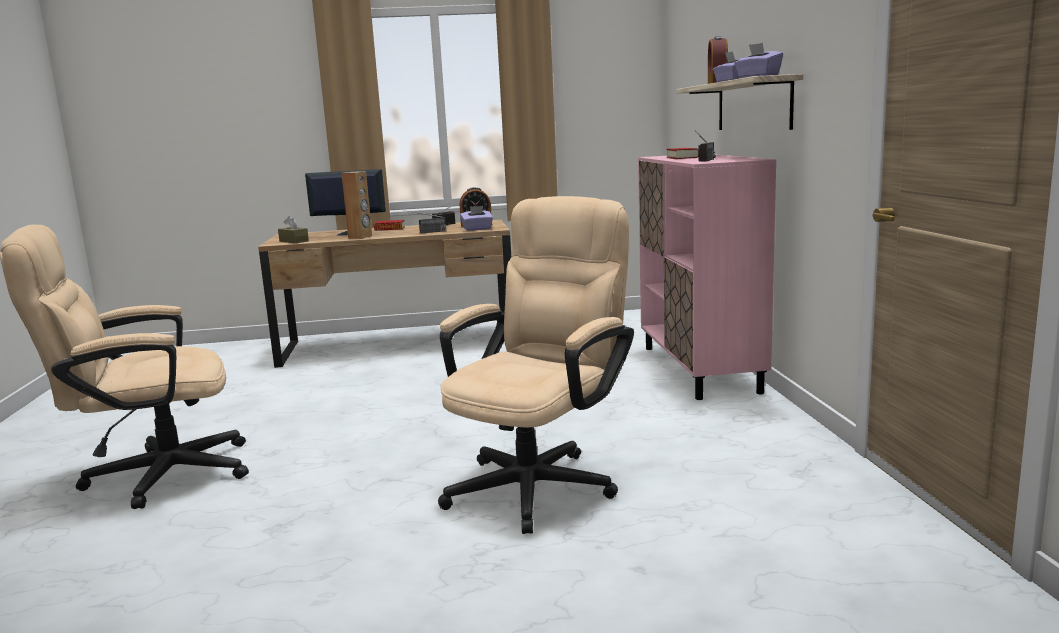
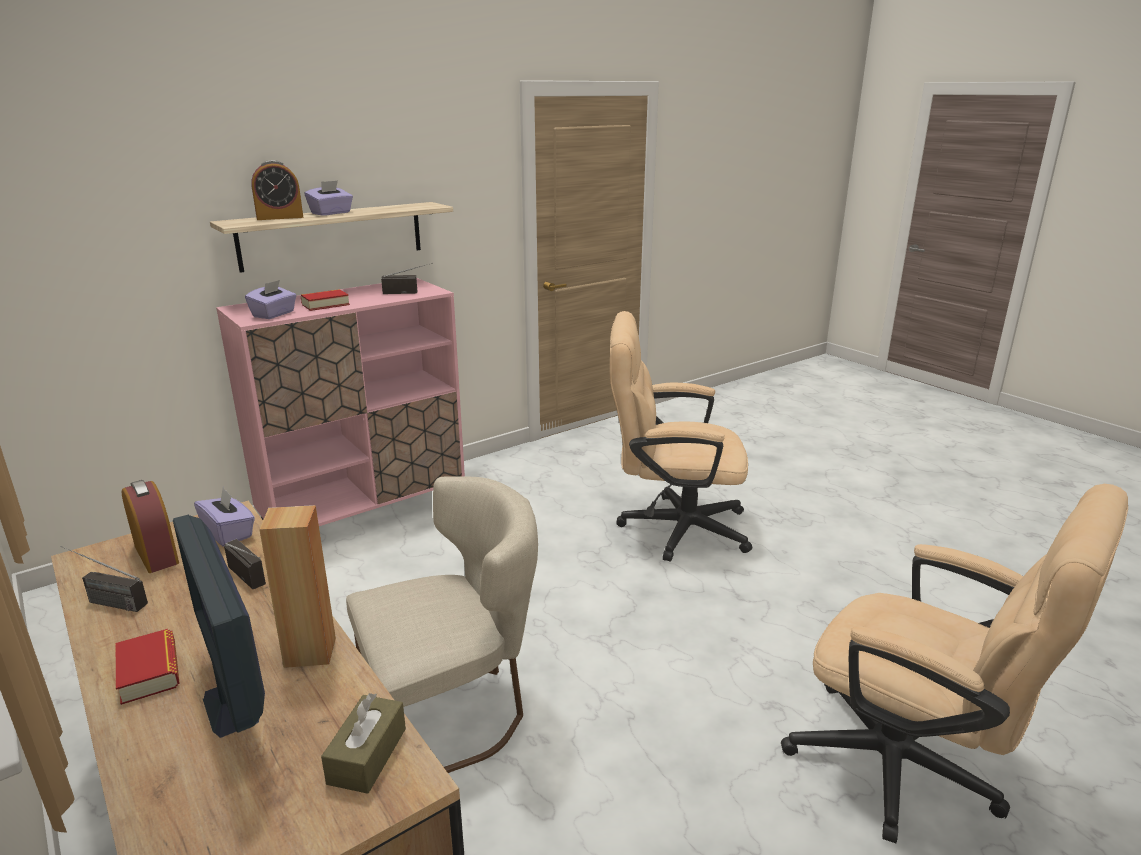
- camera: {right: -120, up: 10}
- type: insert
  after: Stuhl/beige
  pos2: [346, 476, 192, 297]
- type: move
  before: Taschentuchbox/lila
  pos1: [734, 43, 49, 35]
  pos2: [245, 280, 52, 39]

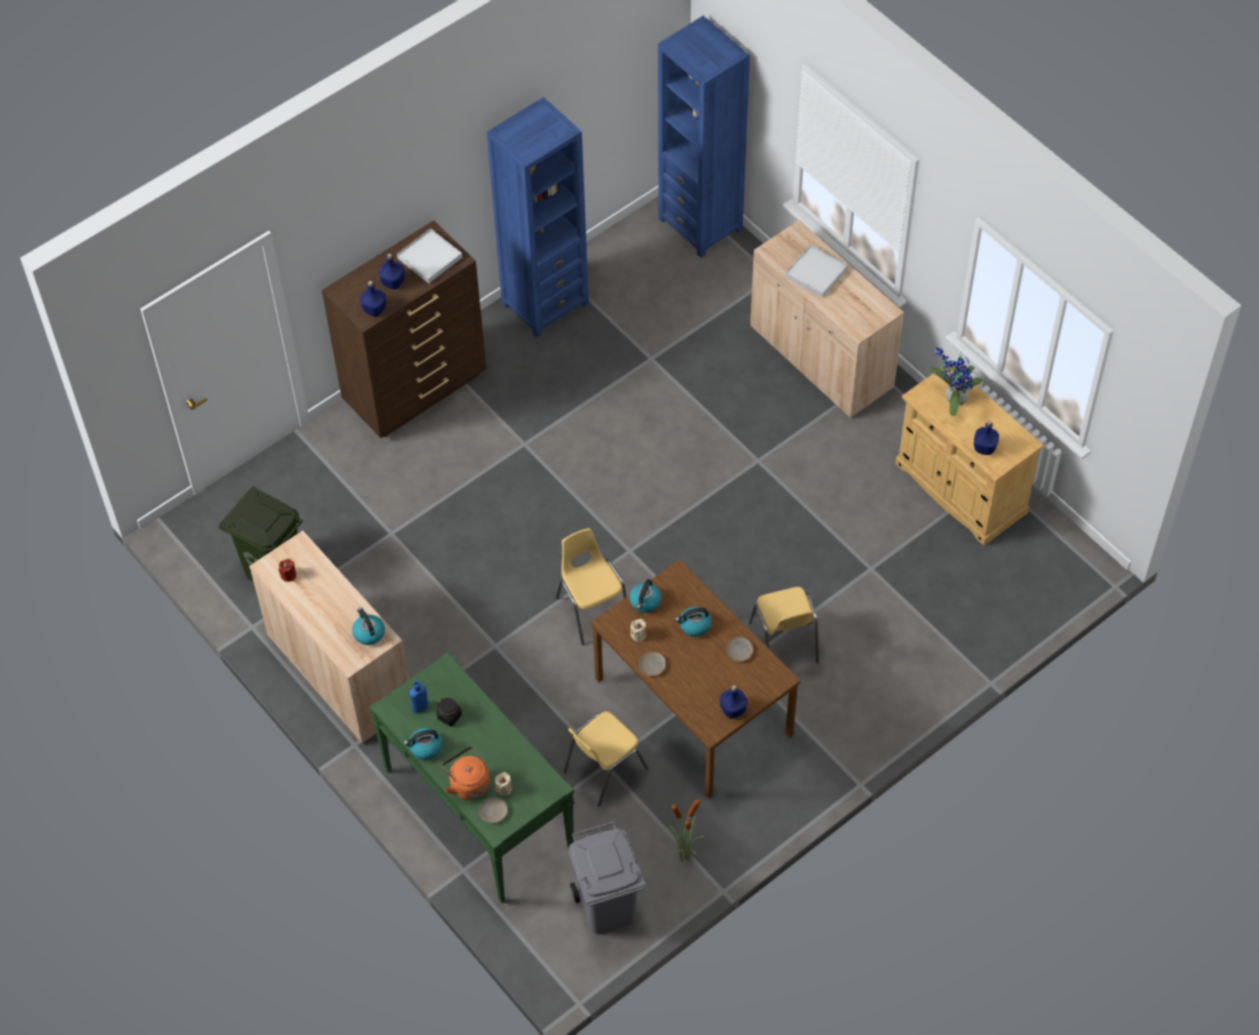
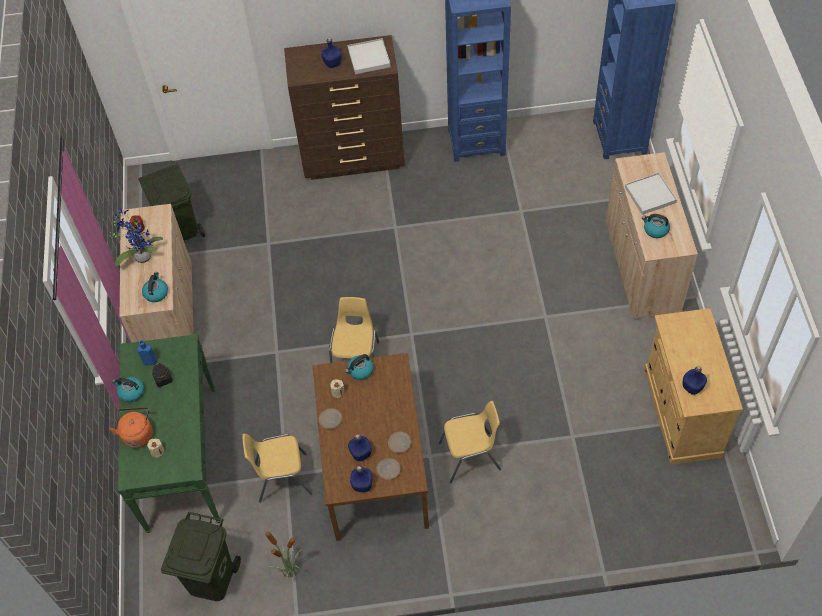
- camera: {right: 35, up: 0}
- type: move
  before: Flasche/blau
  pos1: [360, 281, 26, 35]
  pos2: [348, 434, 24, 27]
- type: move
  before: Teller/beige
  pos1: [479, 797, 29, 26]
  pos2: [376, 458, 25, 22]
- type: move
  before: Wasserkessel
  pos1: [675, 607, 37, 30]
  pos2: [642, 214, 28, 24]
- type: move
  before: Topfpflanze
  pos1: [928, 347, 55, 69]
  pos2: [110, 207, 53, 59]
- type: recolor
  before: Mülleimer/grau
  after: Mülleimer/grün
  pos1: [568, 821, 78, 114]
  pos2: [161, 512, 80, 89]
- type: rotate
  before: Stuhl/gelb
  pos1: [749, 587, 70, 76]
  pos2: [439, 401, 62, 82]
  turn: -120

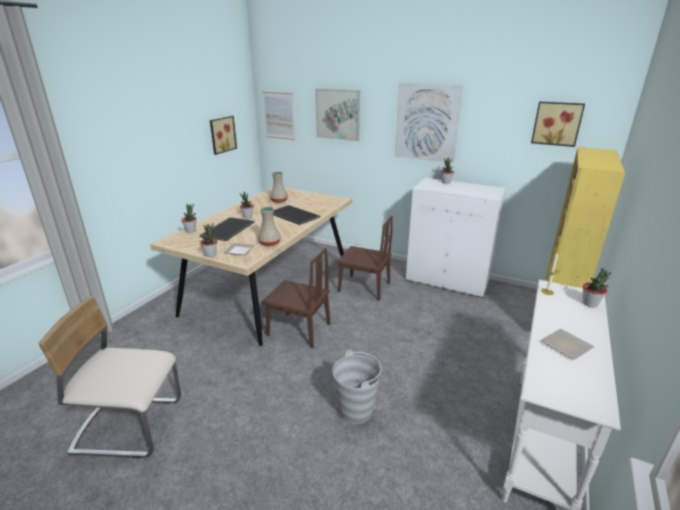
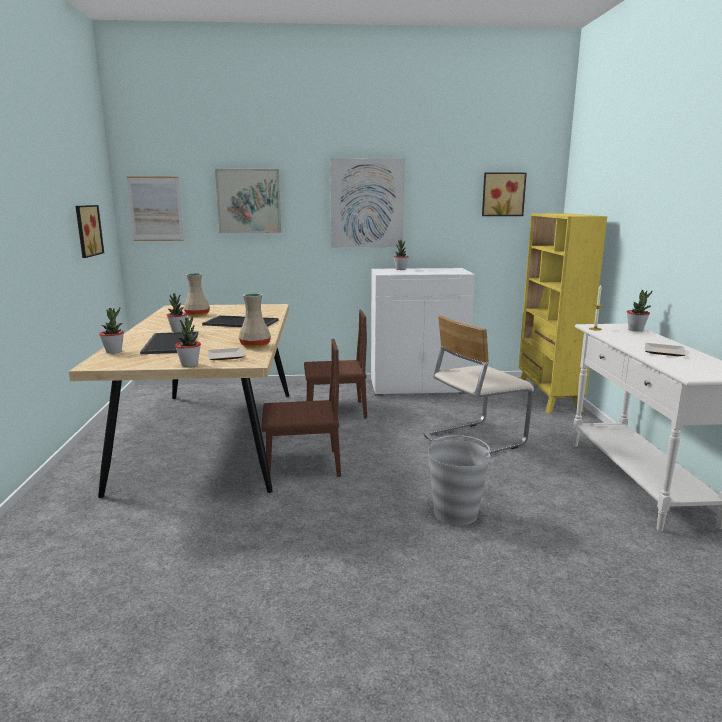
- camera: {right: -30, up: -10}
- type: move
  before: Stuhl/beige
  pos1: [38, 297, 143, 161]
  pos2: [424, 316, 110, 137]

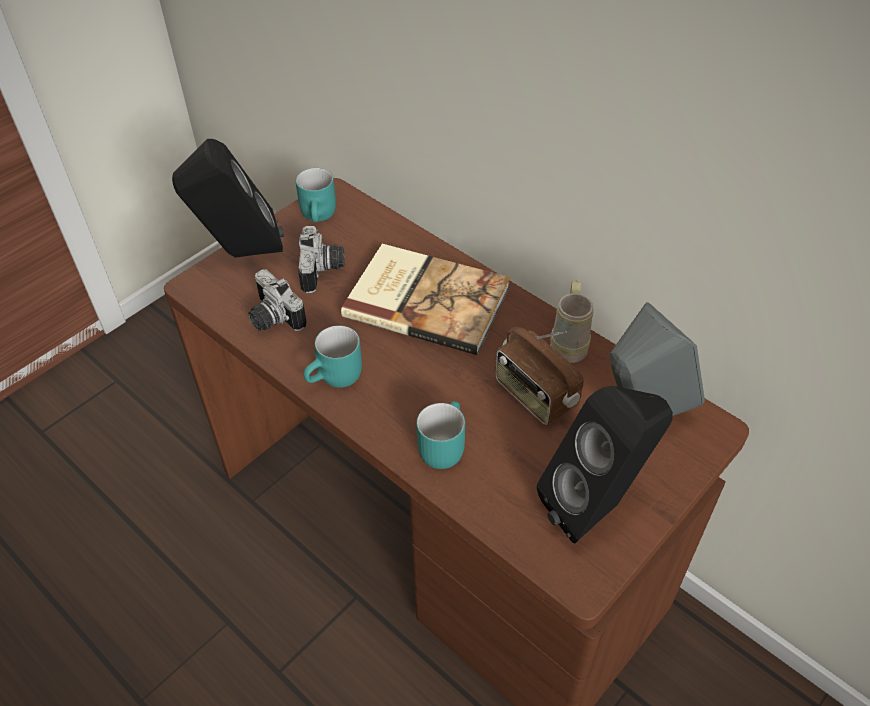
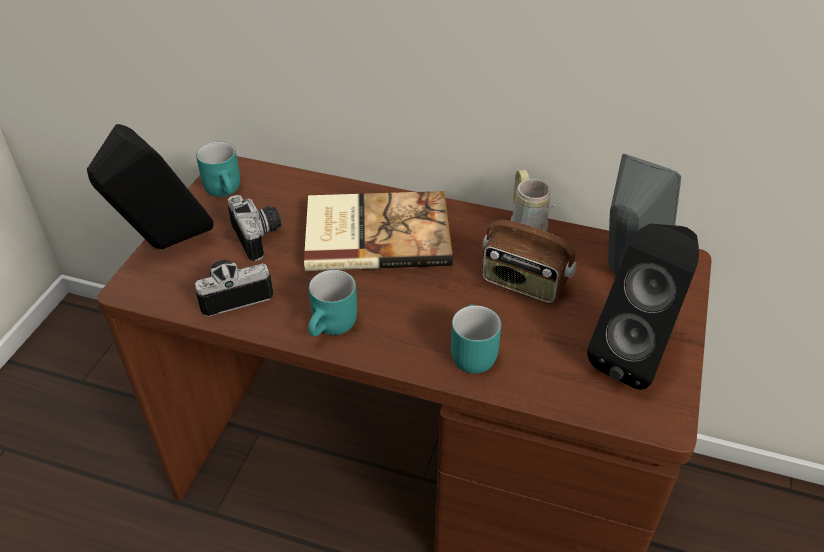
- camera: {right: -25, up: -5}
- type: rotate
  before: Kamera
  pos1: [248, 269, 59, 62]
  pos2: [195, 260, 79, 57]
  turn: 135

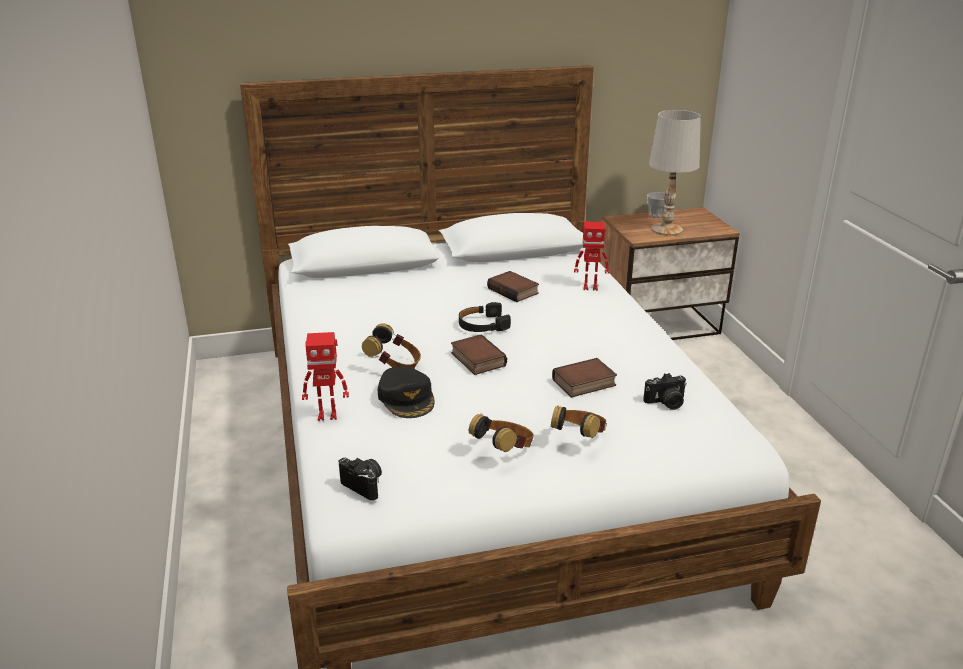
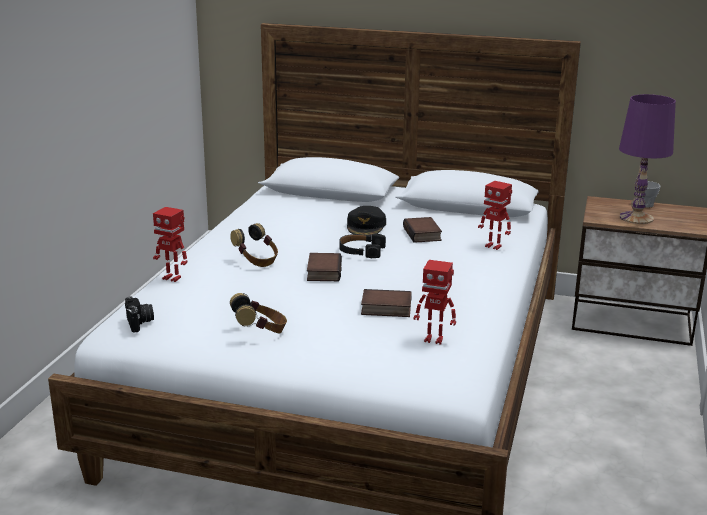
- camera: {right: 30, up: -5}
- type: delete
  before: Kopfhörer
  pos1: [551, 406, 56, 32]
- type: move
  before: Kappe/schwarz
  pos1: [378, 366, 56, 52]
  pos2: [347, 206, 39, 30]
- type: replace
  before: Kamera
  after: Spielzeugroboter
  pos1: [643, 373, 44, 37]
  pos2: [413, 260, 43, 85]
- type: recolor
  before: Tischlampe/weiß
  after: Tischlampe/lila
  pos1: [649, 110, 52, 126]
  pos2: [619, 94, 57, 130]

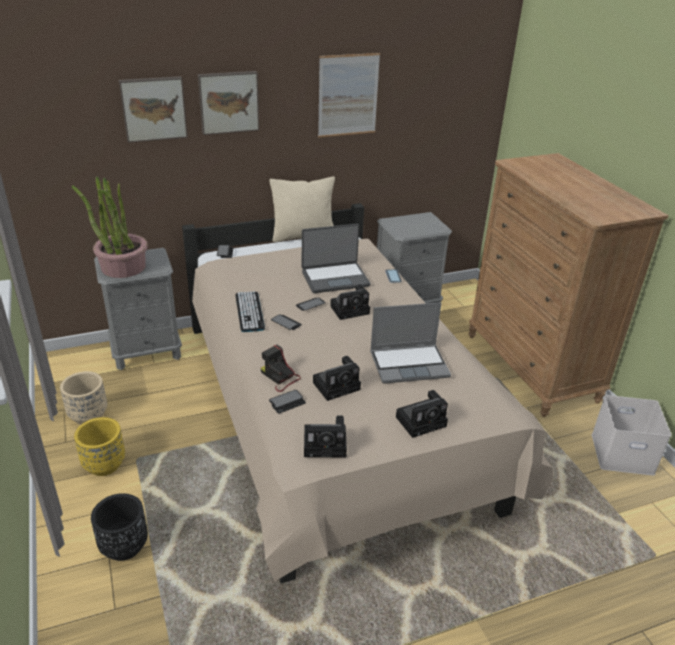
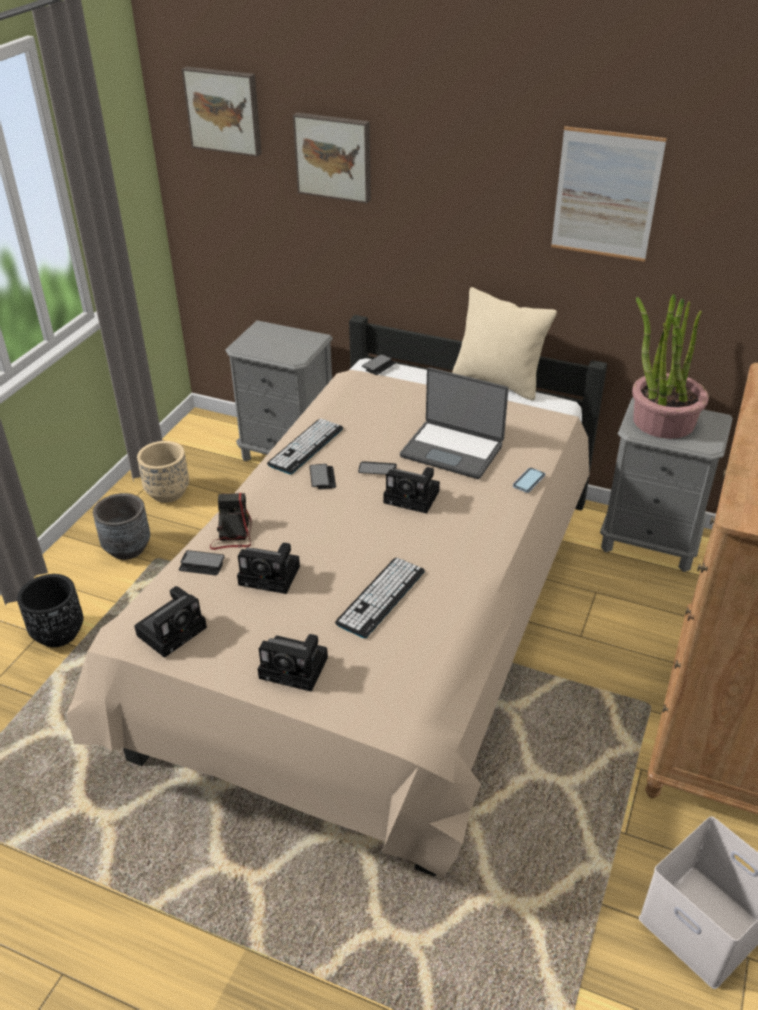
- camera: {right: 45, up: 5}
- type: move
  before: Topfpflanze
  pos1: [72, 177, 76, 101]
  pos2: [632, 294, 77, 145]
- type: move
  before: Bild
  pos1: [198, 71, 61, 64]
  pos2: [182, 66, 80, 91]
- type: replace
  before: Laptop
  after: Tastatur
  pos1: [370, 303, 81, 81]
  pos2: [335, 558, 90, 80]
- type: recolor
  before: Pflanzkübel/gelb
  after: Pflanzkübel/grau
  pos1: [74, 417, 51, 59]
  pos2: [93, 493, 57, 67]
- type: rotate
  before: Kamera
  pos1: [304, 415, 43, 42]
  pos2: [134, 586, 73, 72]
  turn: -90

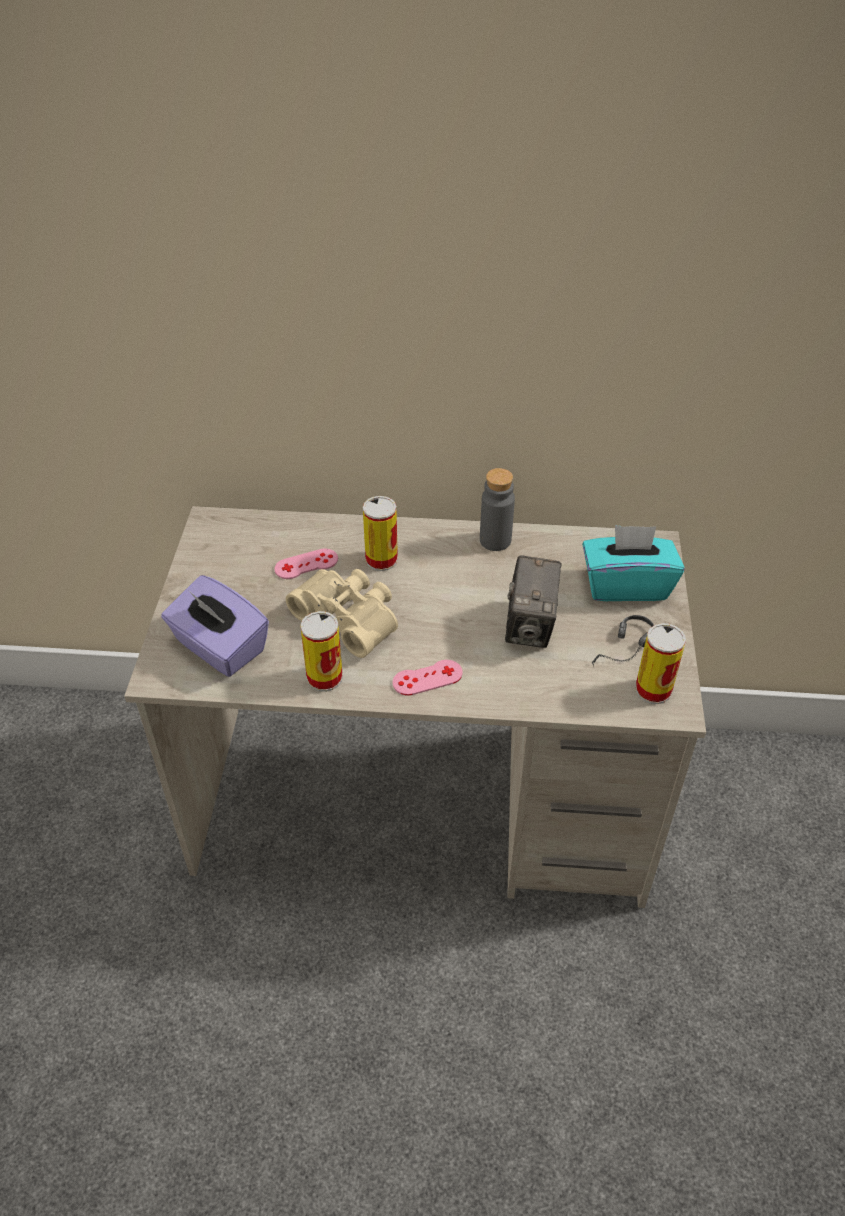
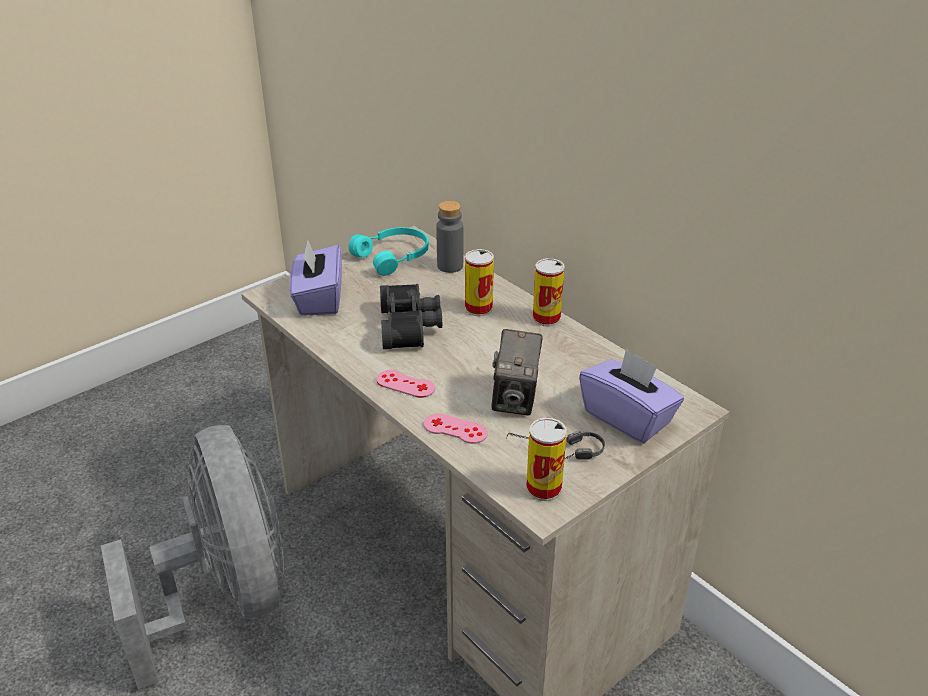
- camera: {right: 45, up: -10}
- type: insert
  after: Ventilator/grau
  pos2: [101, 425, 183, 265]
- type: insert
  after: Kopfhörer/türkis
  pos2: [349, 227, 80, 49]
- type: move
  before: Gamepad/rosa
  pos1: [274, 549, 64, 30]
  pos2: [424, 414, 64, 30]
- type: move
  before: Dose
  pos1: [300, 611, 43, 81]
  pos2: [533, 258, 31, 68]
- type: move
  before: Flasche/grau
  pos1: [480, 468, 35, 83]
  pos2: [436, 201, 27, 72]
- type: recolor
  before: Fernglas/beige
  after: Fernglas/schwarz
  pos1: [286, 569, 112, 89]
  pos2: [380, 284, 62, 65]
- type: recolor
  before: Taschentuchbox/türkis
  after: Taschentuchbox/lila
  pos1: [582, 525, 103, 76]
  pos2: [579, 349, 105, 94]
- type: rotate
  before: Kamera
  pos1: [505, 555, 57, 93]
  pos2: [491, 329, 52, 86]
  turn: -45

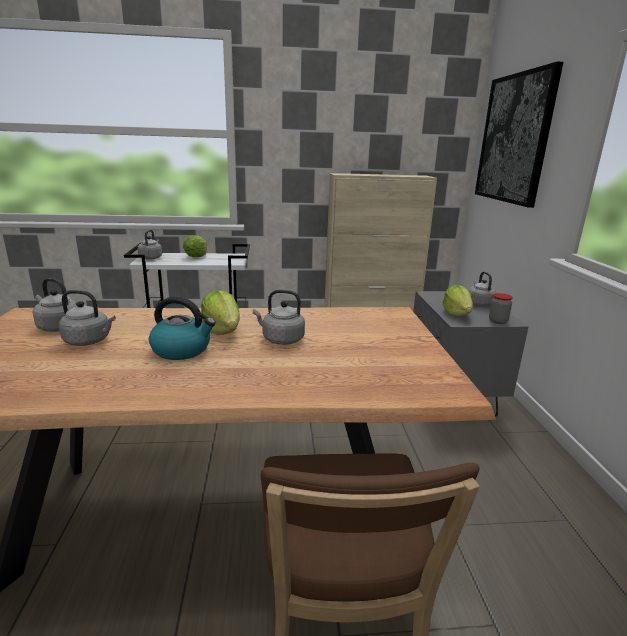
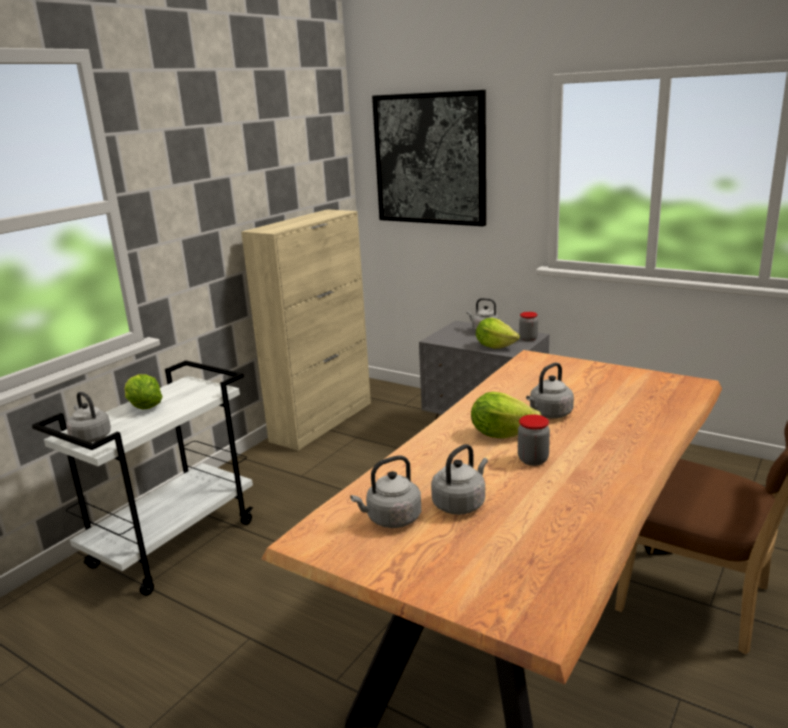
- camera: {right: -50, up: 0}
- type: replace
  before: Wasserkessel
  after: Vorratsglas
  pos1: [149, 297, 67, 63]
  pos2: [518, 414, 32, 52]

